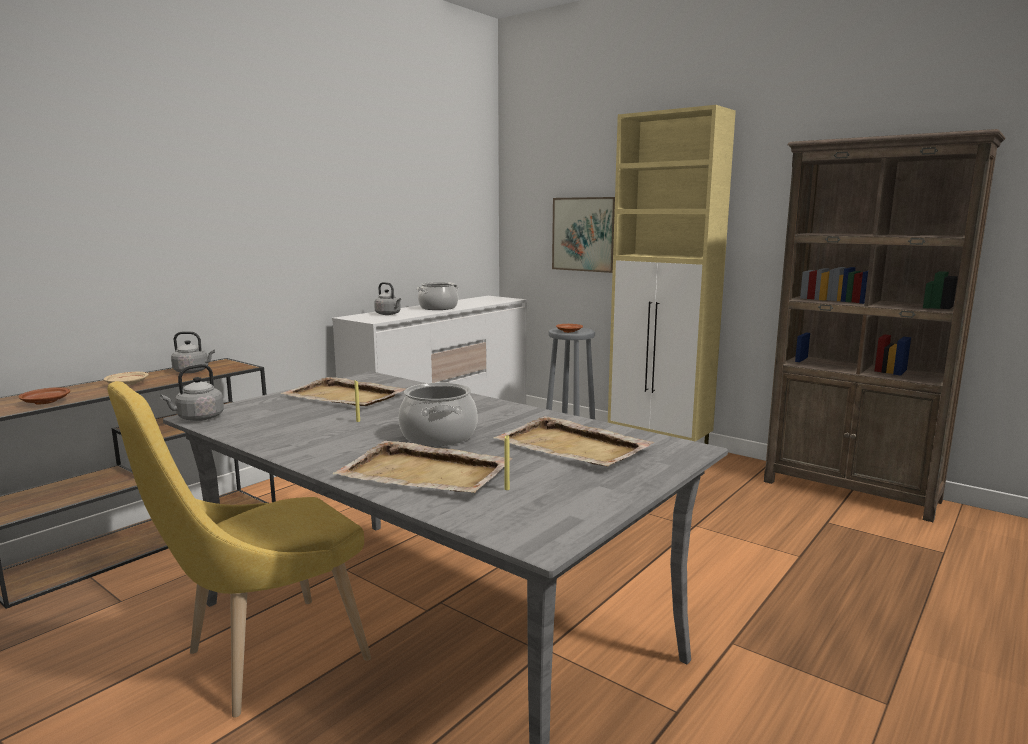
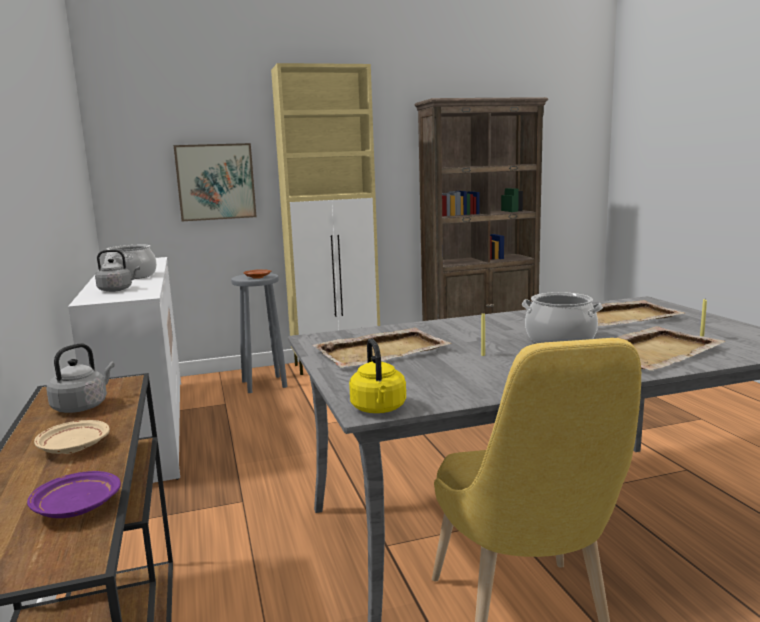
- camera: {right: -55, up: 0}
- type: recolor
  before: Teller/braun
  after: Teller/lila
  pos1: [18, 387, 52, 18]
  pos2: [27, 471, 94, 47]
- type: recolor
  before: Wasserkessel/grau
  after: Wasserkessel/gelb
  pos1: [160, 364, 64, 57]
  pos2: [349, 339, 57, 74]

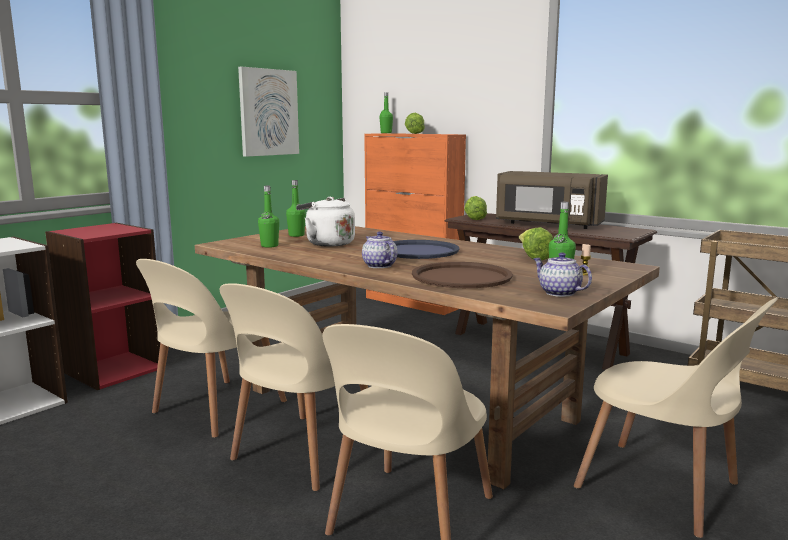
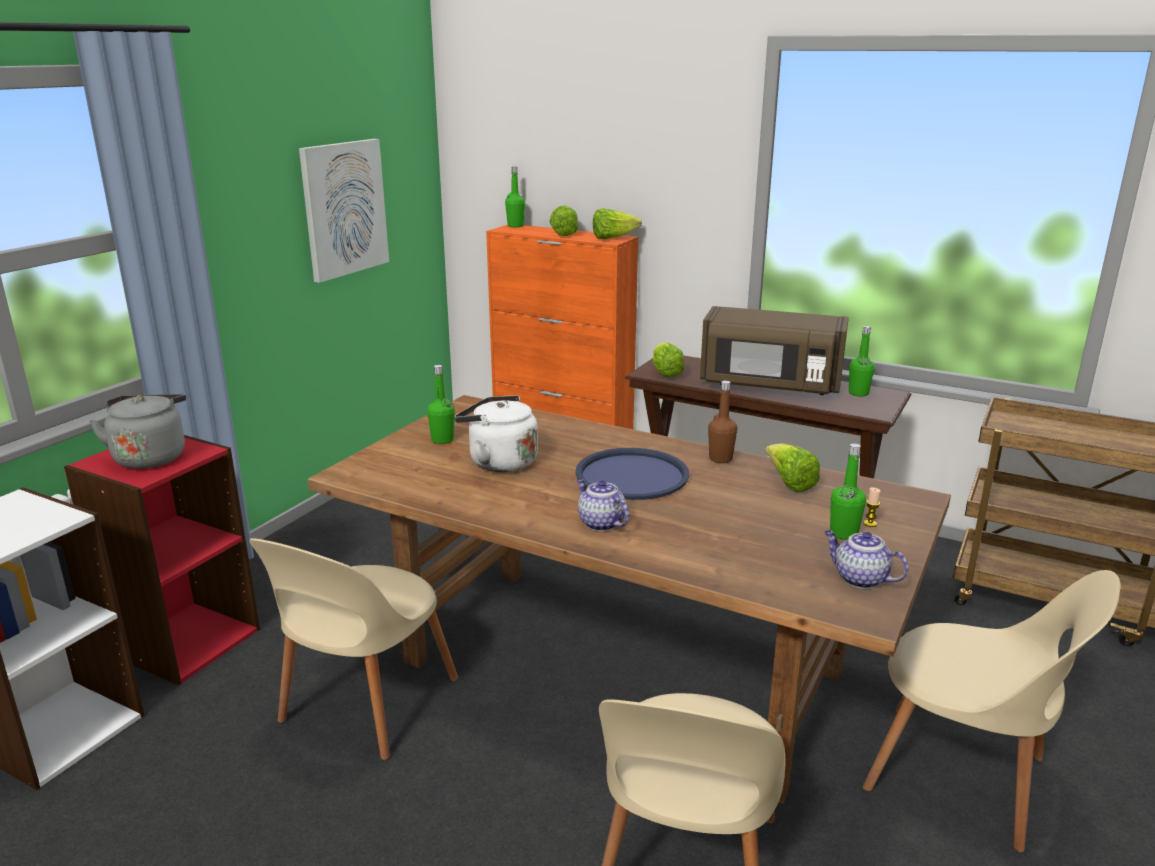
- camera: {right: -10, up: 10}
- type: delete
  before: Stuhl/beige
  pos1: [220, 283, 148, 208]
- type: delete
  before: Tablett/braun
  pos1: [412, 262, 101, 26]
- type: insert
  after: Wasserkessel/grau
  pos2: [89, 394, 97, 75]
- type: insert
  after: Salatkopf
  pos2: [593, 208, 49, 31]
- type: insert
  after: Flasche/braun
  pos2: [708, 381, 29, 82]
- type: move
  before: Flasche/grün
  pos1: [258, 186, 21, 62]
  pos2: [849, 326, 26, 70]

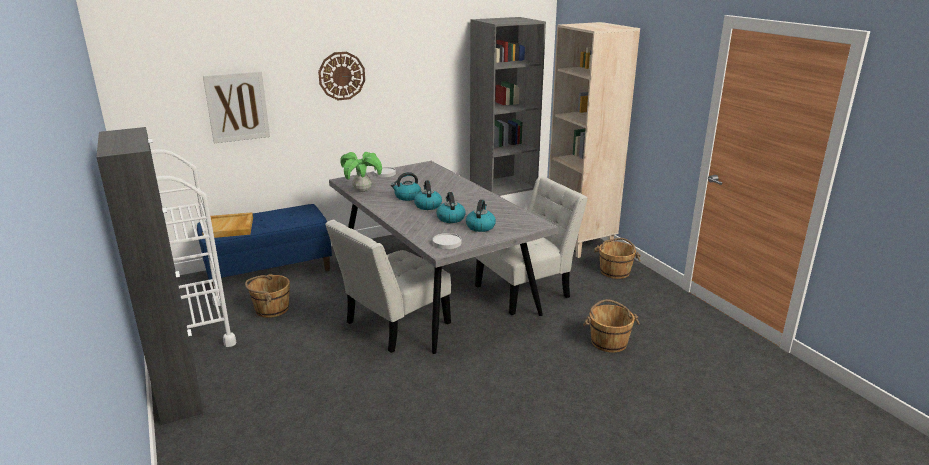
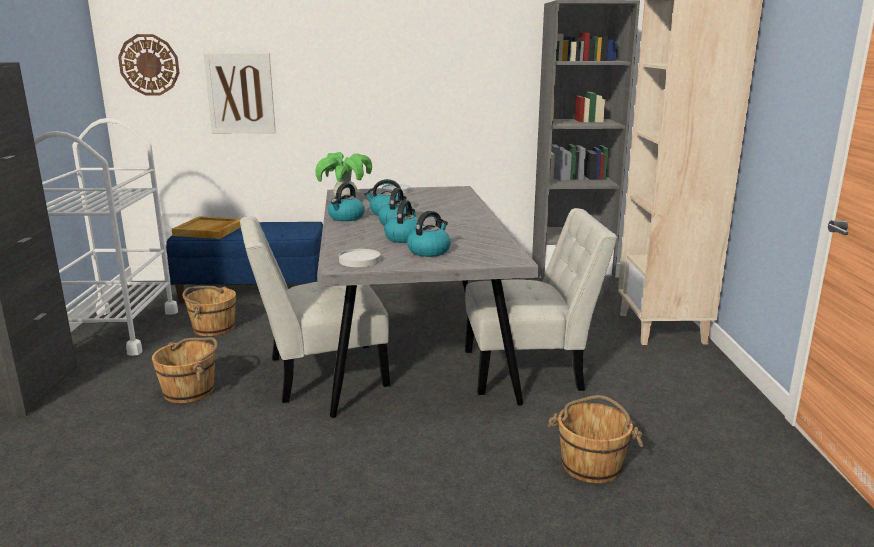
- camera: {right: 25, up: -5}
- type: insert
  after: Wasserkessel
  pos2: [328, 183, 37, 38]
- type: move
  before: Wanduhr
  pos1: [318, 52, 47, 48]
  pos2: [118, 34, 62, 61]
- type: move
  before: Eimer/braun
  pos1: [594, 238, 47, 41]
  pos2: [152, 337, 66, 66]

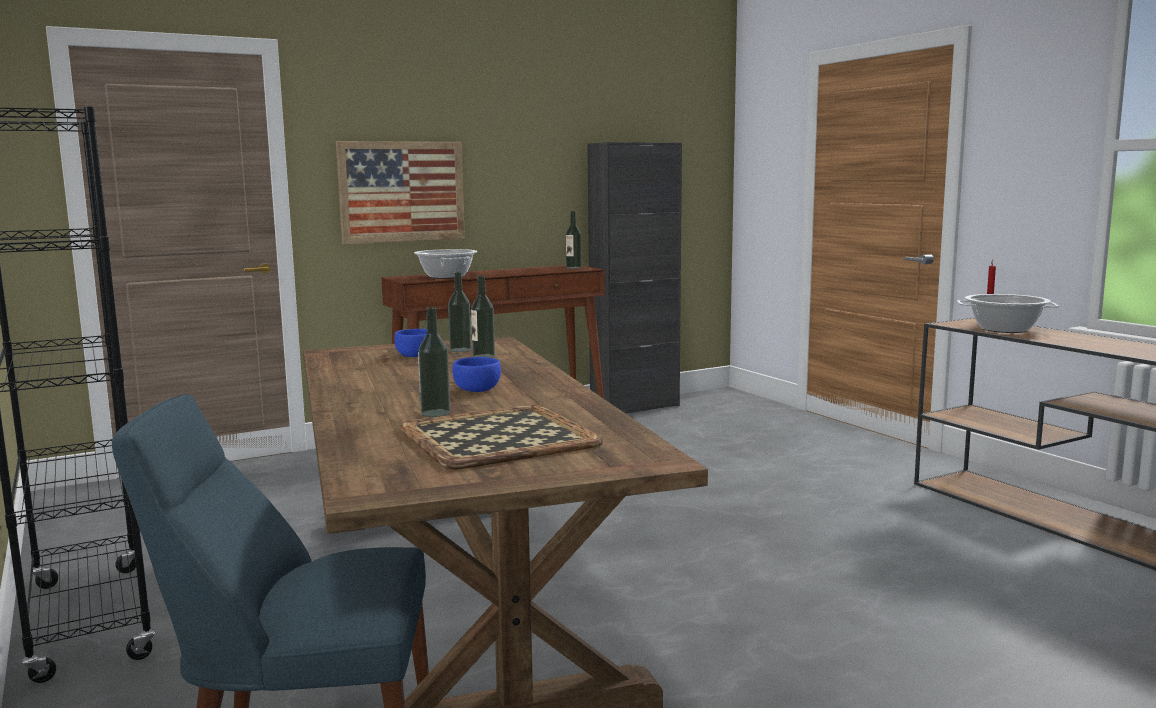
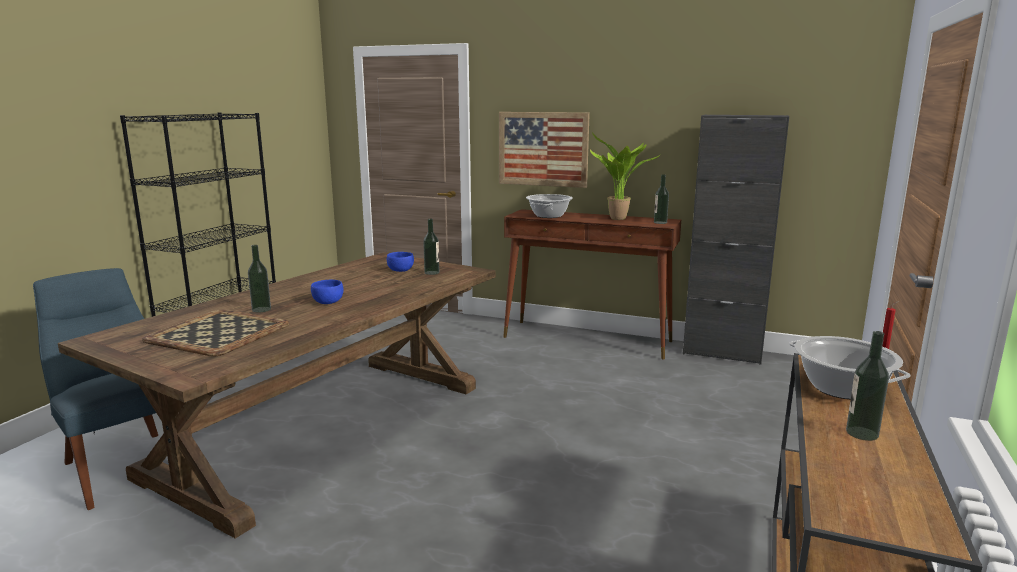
- camera: {right: 50, up: 5}
- type: insert
  after: Topfpflanze
  pos2: [590, 132, 71, 88]
- type: move
  before: Flasche
  pos1: [471, 275, 24, 83]
  pos2: [846, 331, 43, 110]

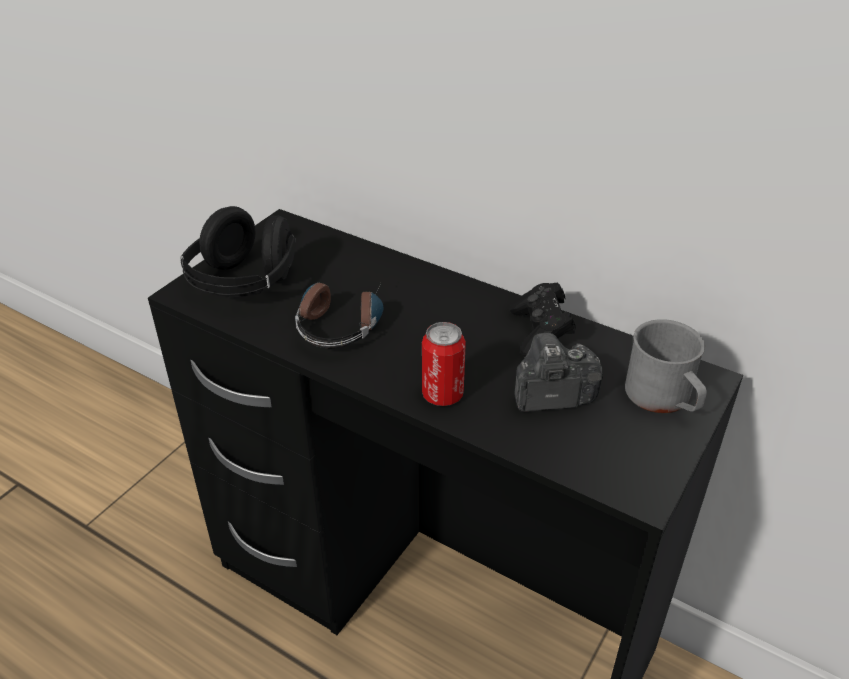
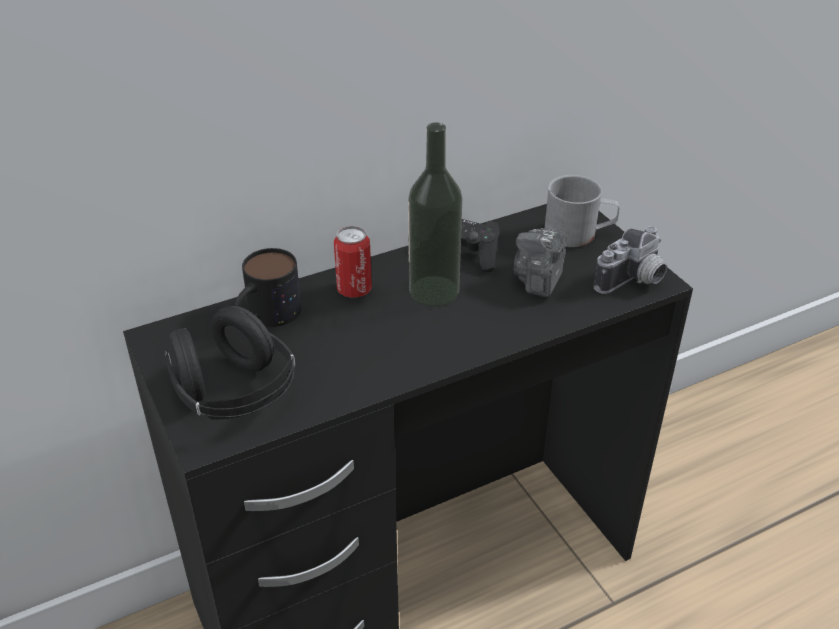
- camera: {right: -60, up: 0}
- type: delete
  before: Kopfhörer
  pos1: [295, 277, 89, 71]
- type: insert
  after: Henkelbecher
  pos2: [235, 248, 66, 79]
- type: insert
  after: Flasche
  pos2: [408, 122, 54, 185]
- type: insert
  after: Kamera
  pos2: [594, 226, 73, 68]
- type: move
  before: Dose
  pos1: [422, 322, 44, 84]
  pos2: [334, 226, 38, 72]

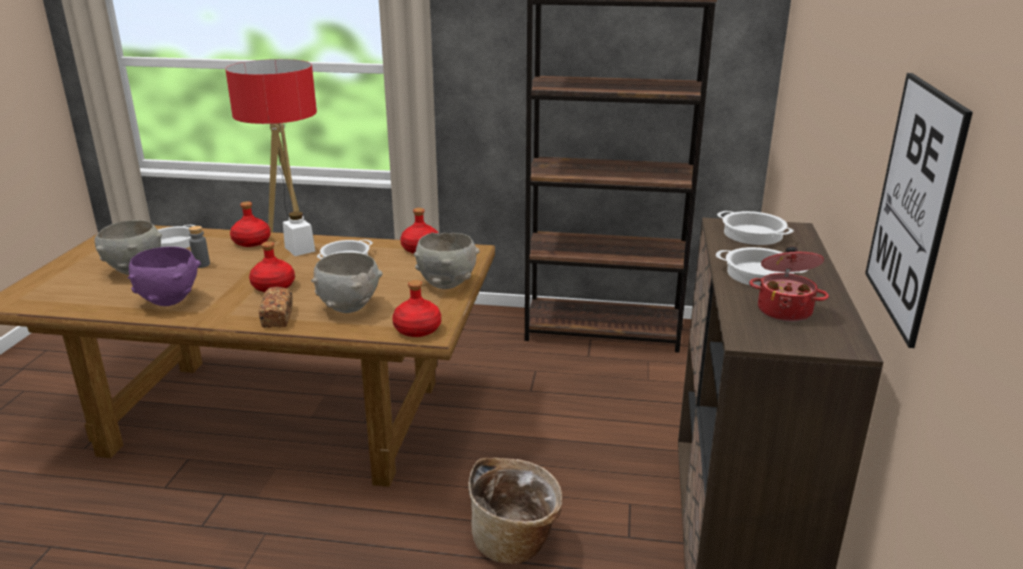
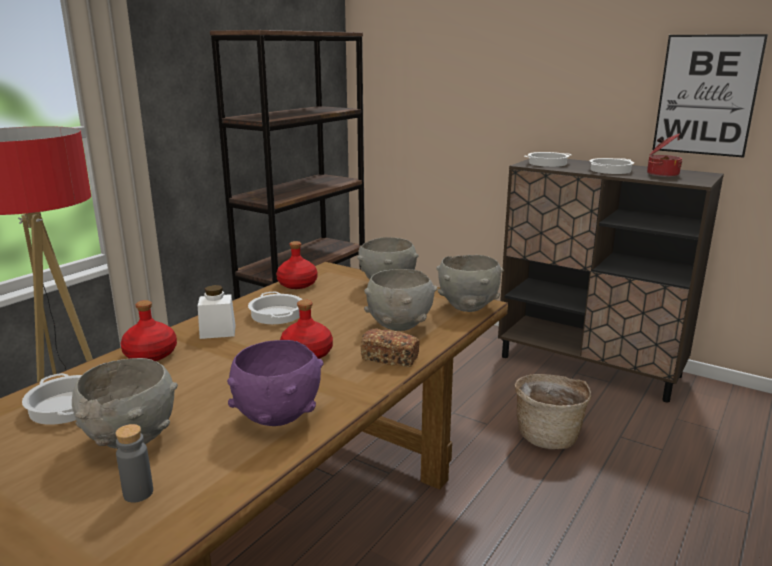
- camera: {right: -65, up: -5}
- type: move
  before: Flasche/grau
  pos1: [189, 226, 21, 42]
  pos2: [115, 424, 38, 79]
- type: replace
  before: Flasche/rot
  after: Schüssel/grau
  pos1: [392, 280, 49, 57]
  pos2: [436, 255, 68, 57]

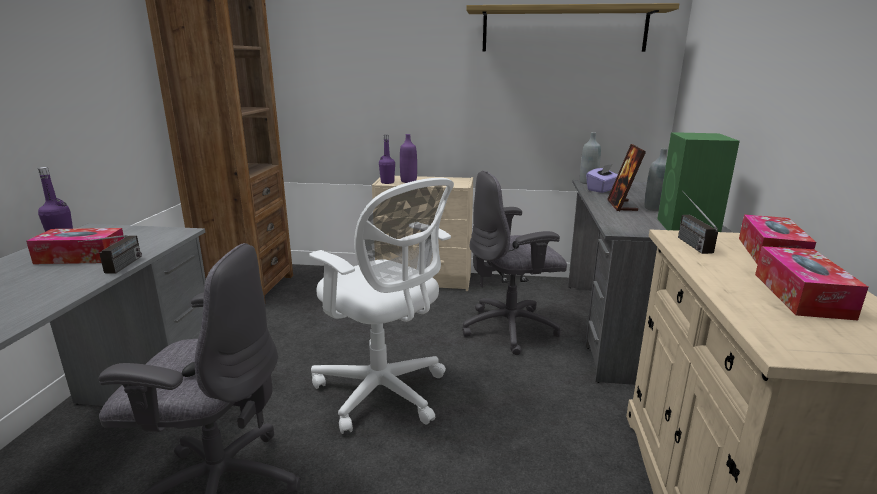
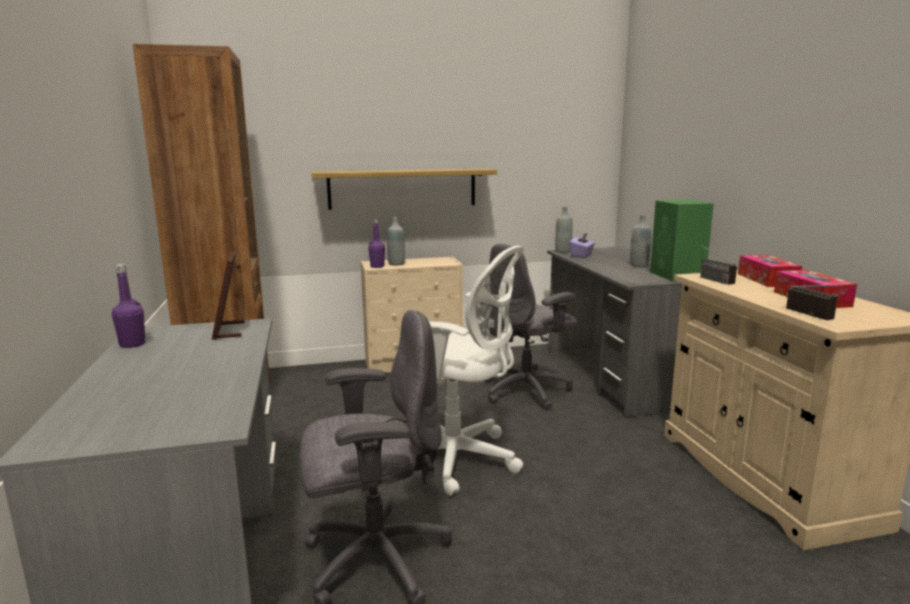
- camera: {right: -20, up: -5}
- type: delete
  before: Taschentuchbox
  pos1: [26, 228, 98, 36]
- type: move
  before: Radio
  pos1: [78, 235, 64, 39]
  pos2: [786, 284, 73, 36]
- type: move
  before: Wandregal
  pos1: [466, 3, 213, 49]
  pos2: [312, 169, 185, 41]
- type: move
  before: Bilderrahmen
  pos1: [607, 144, 39, 67]
  pos2: [212, 251, 32, 89]
- type: recolor
  before: Flasche/lila
  after: Flasche/grau
  pos1: [400, 134, 17, 49]
  pos2: [387, 217, 18, 49]

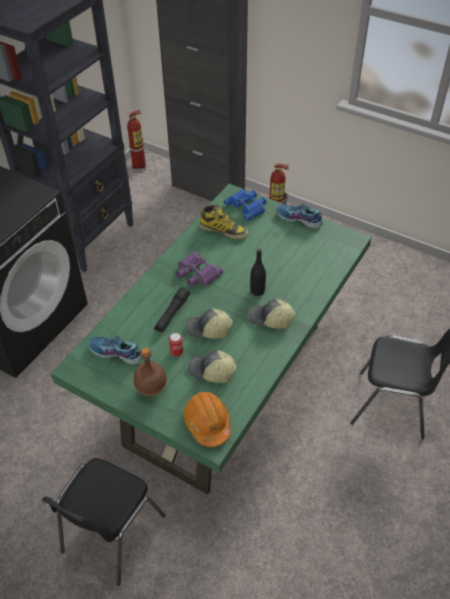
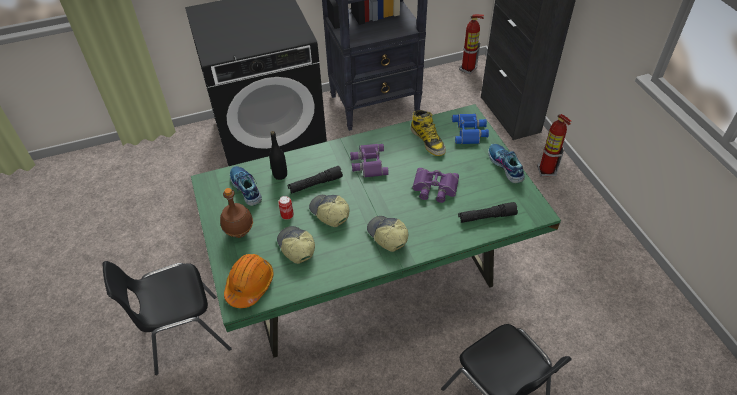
- camera: {right: 40, up: 0}
- type: insert
  after: Fernglas/lila
  pos2: [412, 168, 47, 35]
- type: insert
  after: Taschenlampe/schwarz
  pos2: [458, 202, 60, 21]
- type: move
  before: Flasche/schwarz
  pos1: [250, 248, 16, 48]
  pos2: [269, 131, 18, 49]

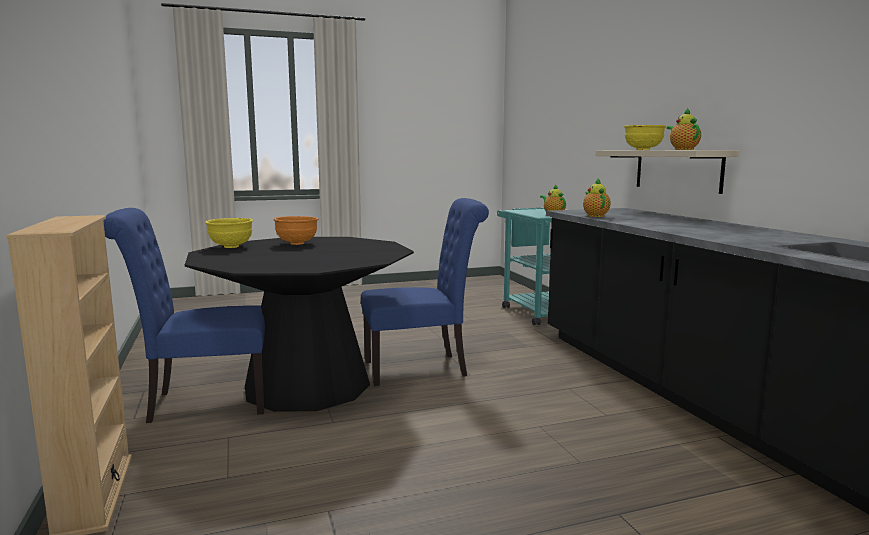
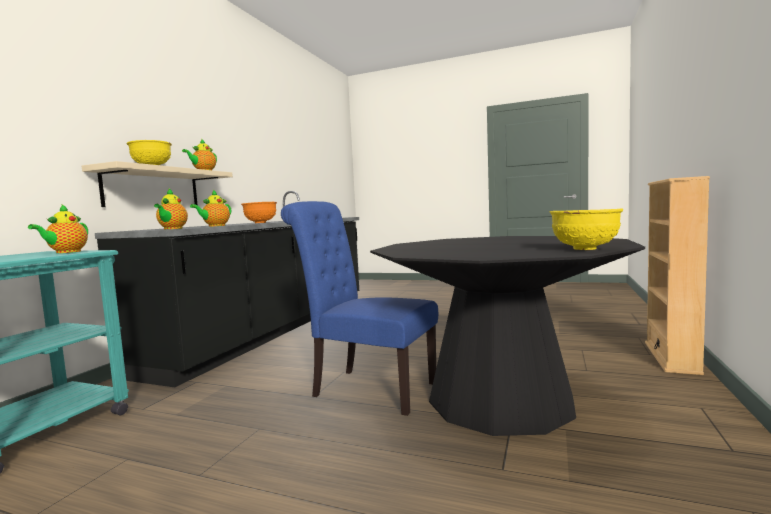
- camera: {right: -140, up: -5}
- type: delete
  before: Stuhl/blau
  pos1: [103, 208, 162, 215]
- type: insert
  after: Teekanne
  pos2: [154, 189, 34, 40]
- type: move
  before: Schüssel/orange
  pos1: [273, 216, 46, 29]
  pos2: [241, 202, 36, 21]

